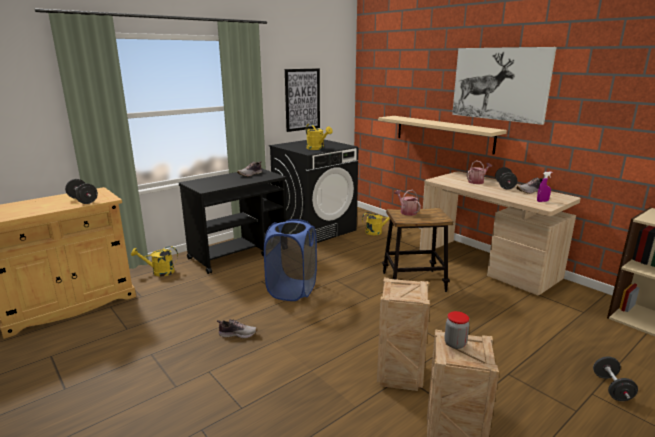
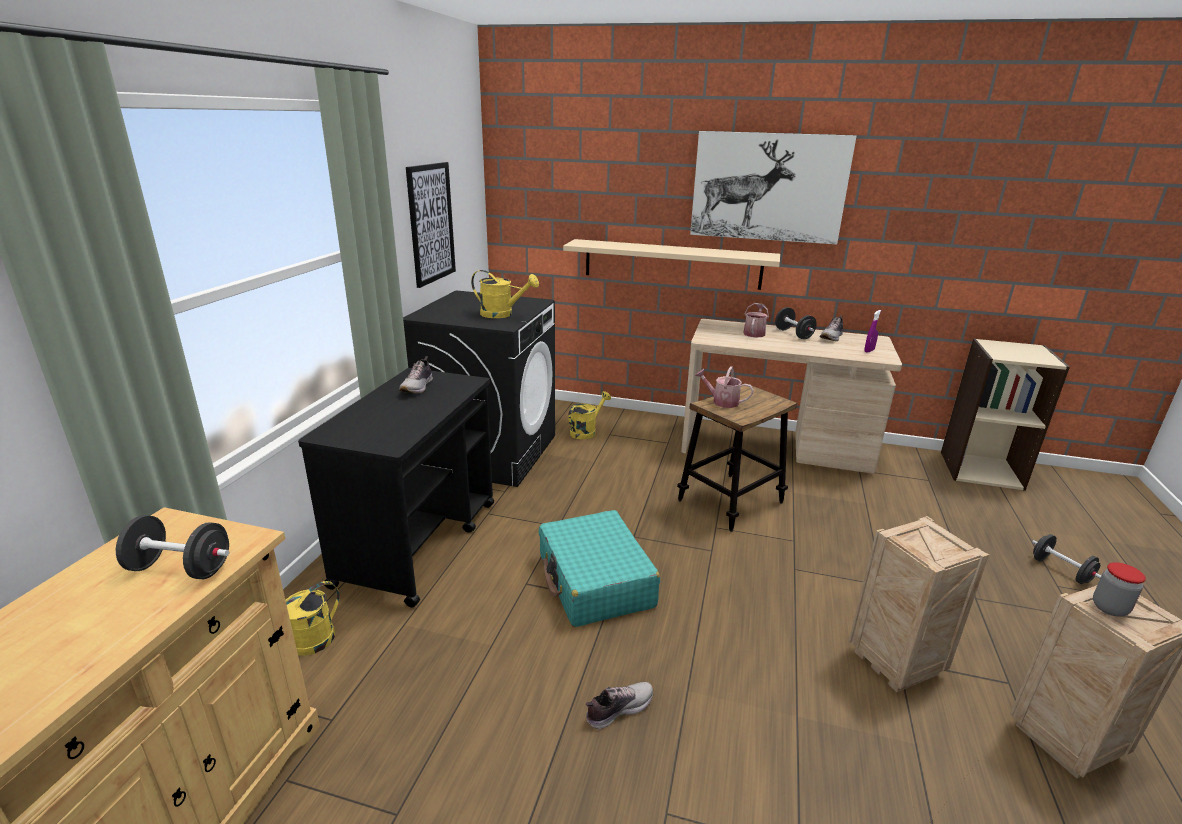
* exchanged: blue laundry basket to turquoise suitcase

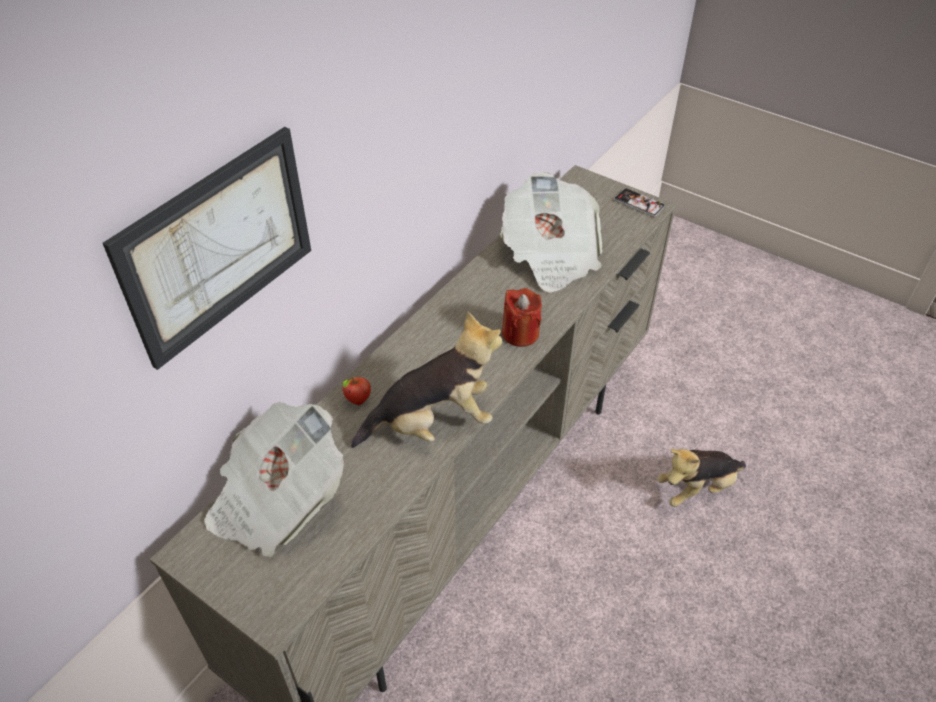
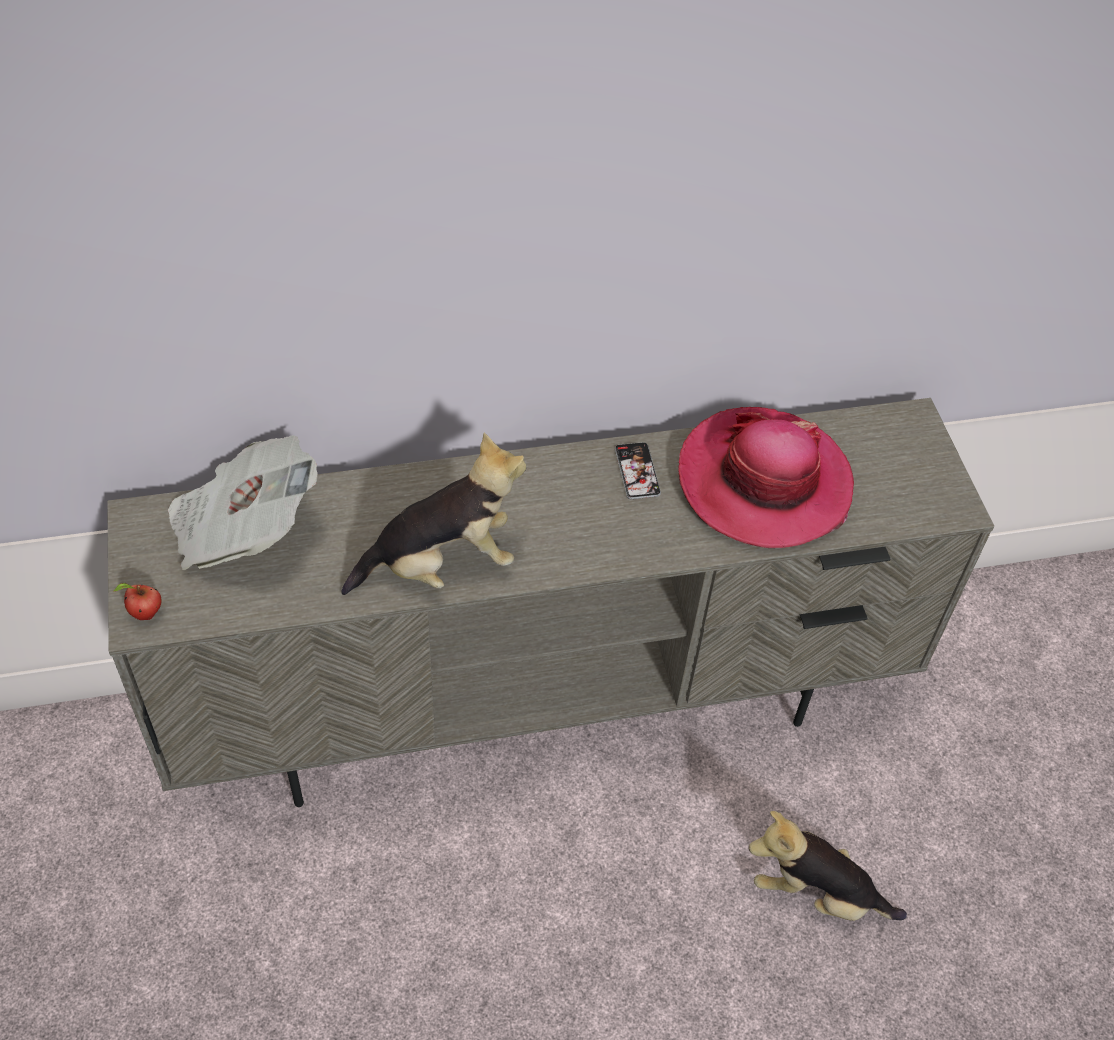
* missing: picture
* relocated: apple
* spun: plush toy (no. 1 from left) 45 degrees counterclockwise
* exchanged: newspaper (no. 2 from left) to hat
* missing: red candle
* relocated: phone

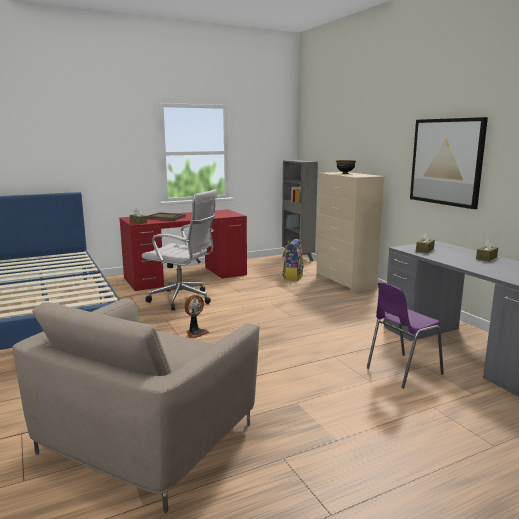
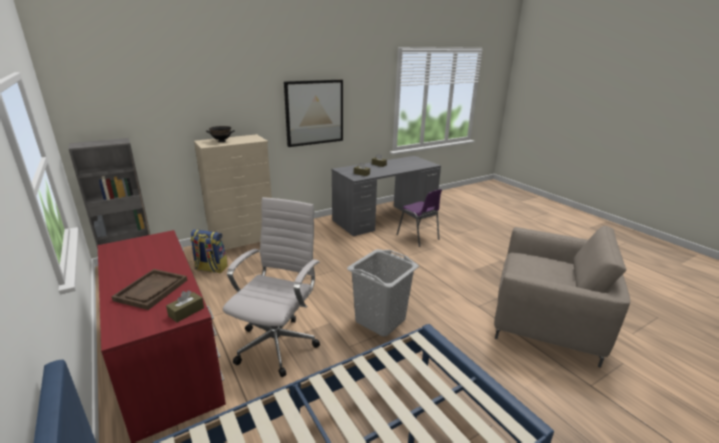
* exchanged: fan to grey laundry basket

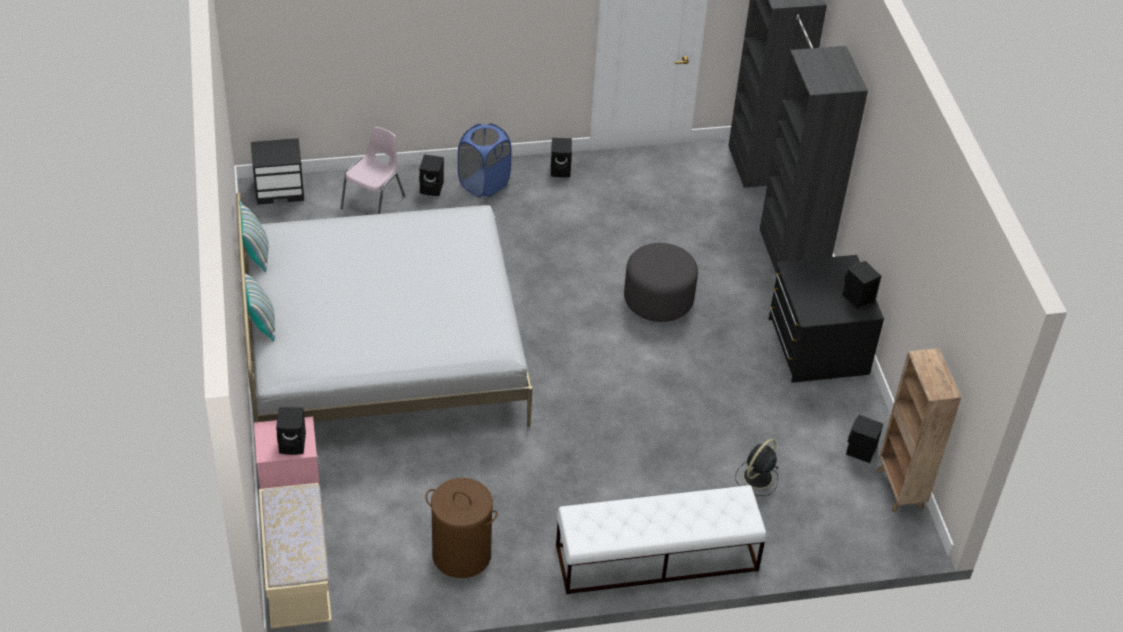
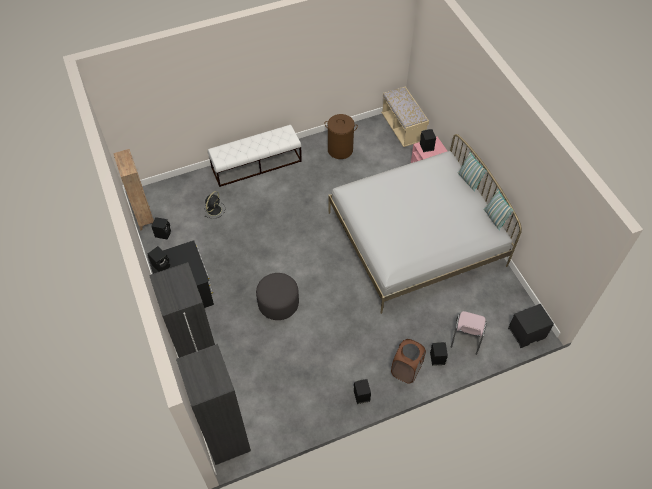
* colour: blue laundry basket to brown laundry basket (no. 2 from left)

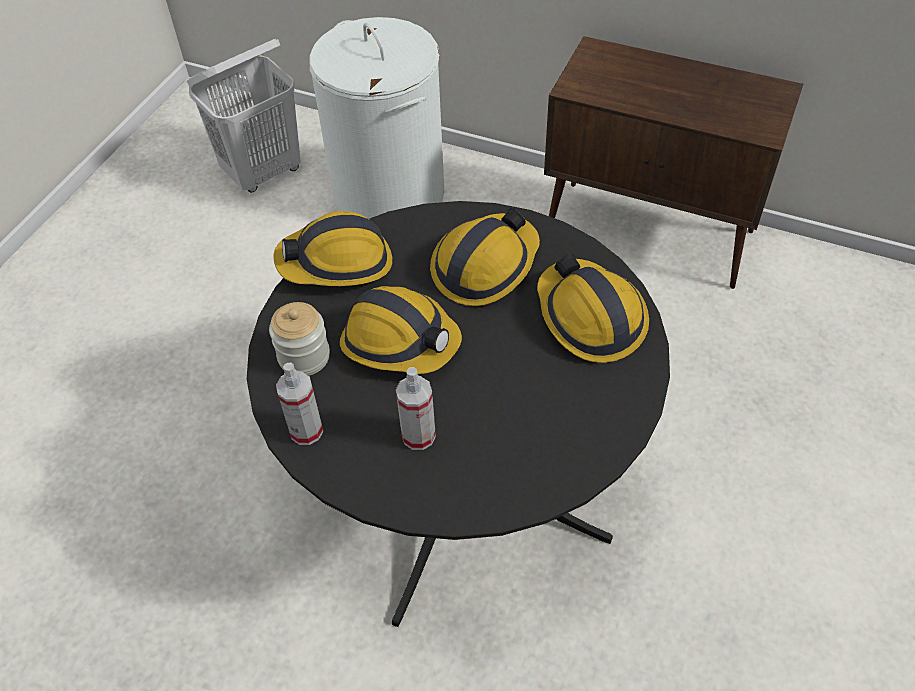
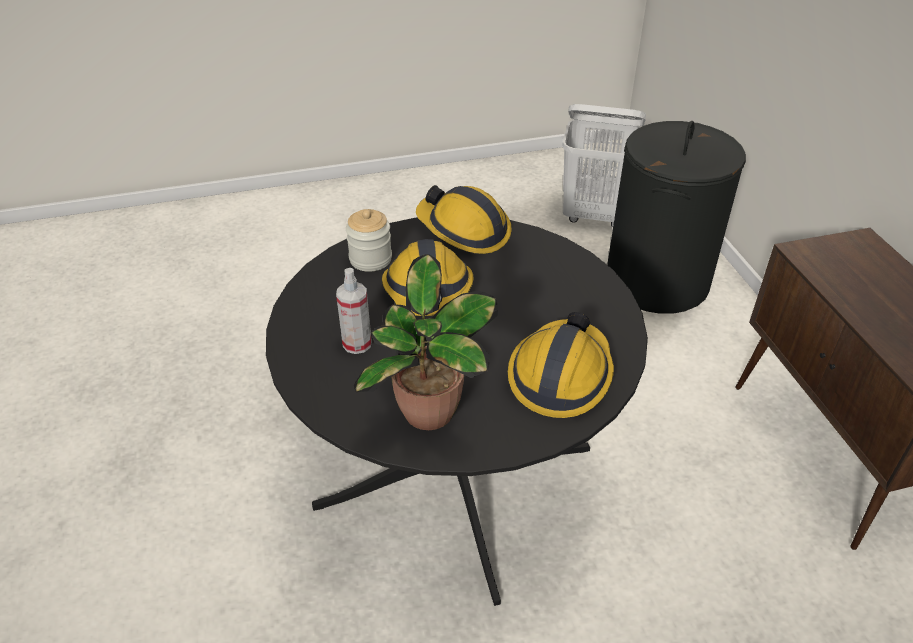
* missing: spray bottle (no. 1 from left)
* colour: white laundry basket (no. 2 from left) to black laundry basket
* missing: hard hat (no. 3 from left)
* appeared: potted plant

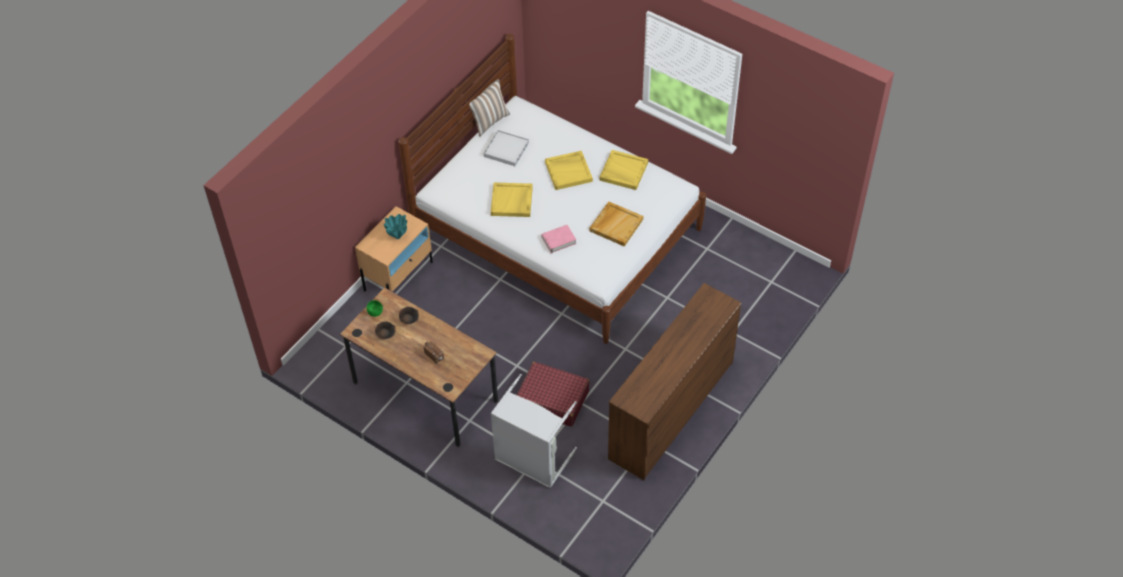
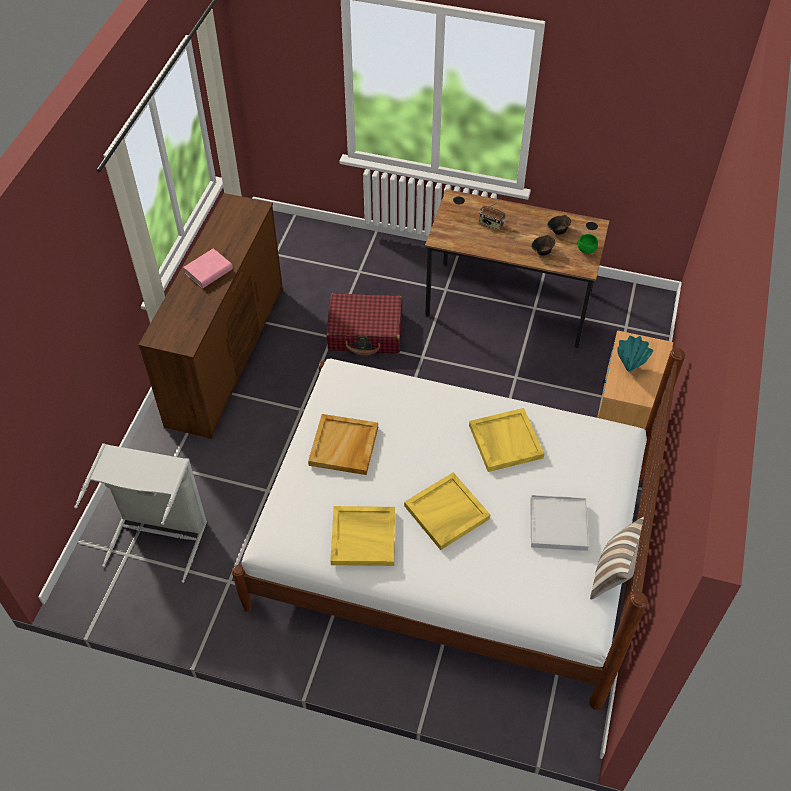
* relocated: grey laundry basket
* relocated: pink book

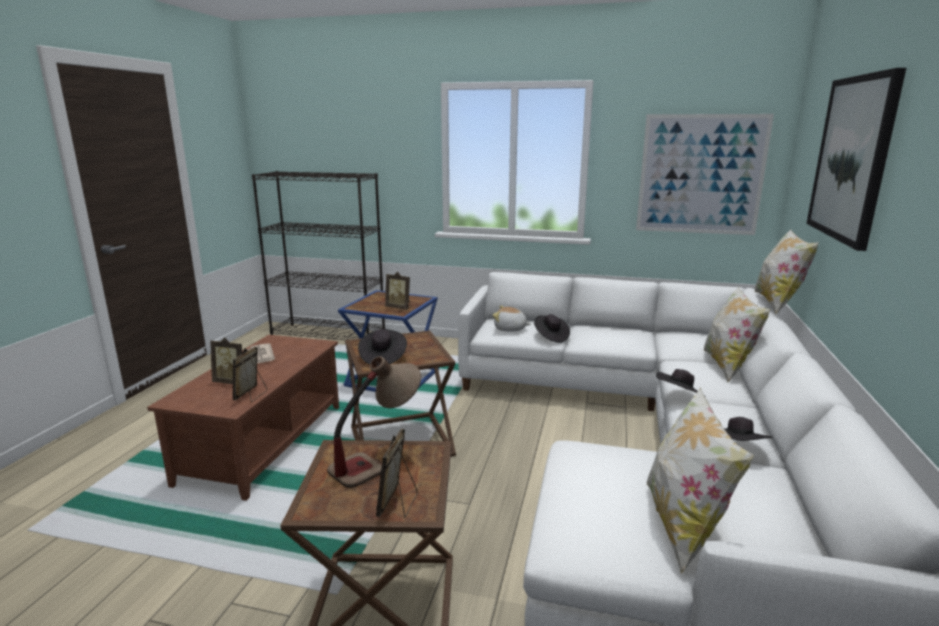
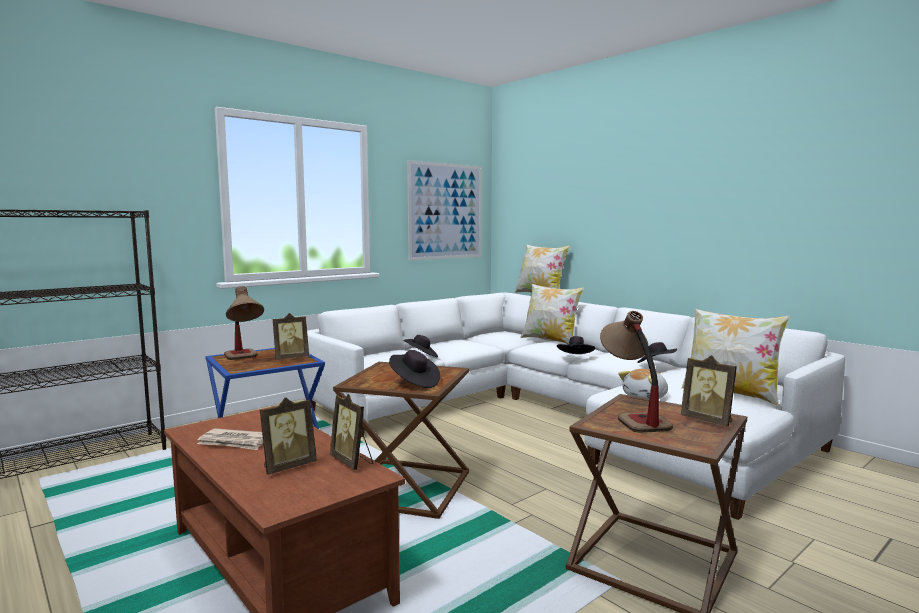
* relocated: plush toy
* missing: picture (no. 2 from left)
* appeared: table lamp (no. 1 from left)

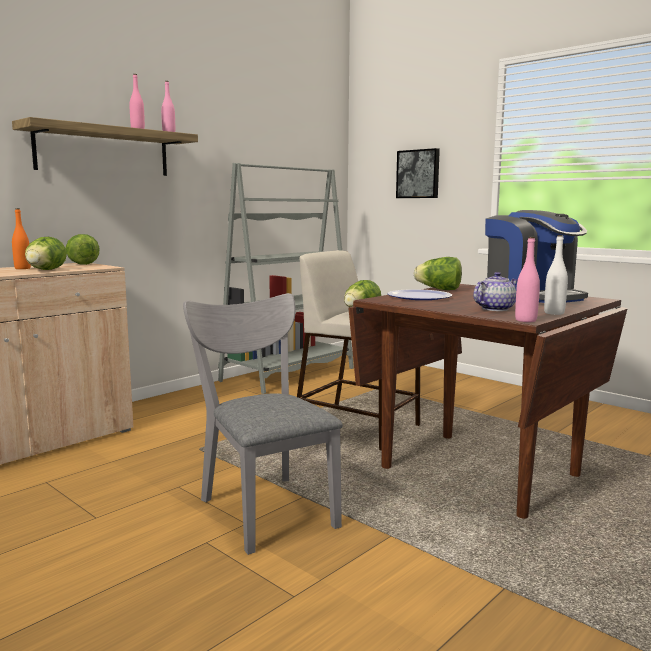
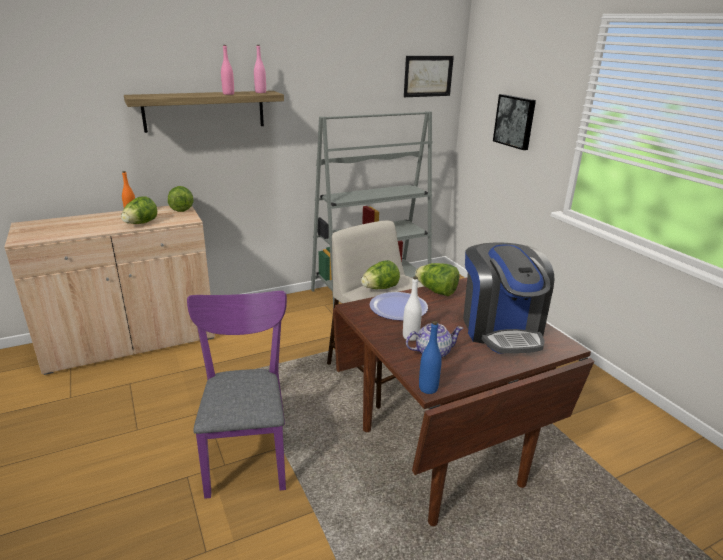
* colour: grey chair to purple chair
* colour: pink bottle (no. 3 from left) to blue bottle
* relocated: white bottle
* appeared: picture (no. 1 from left)

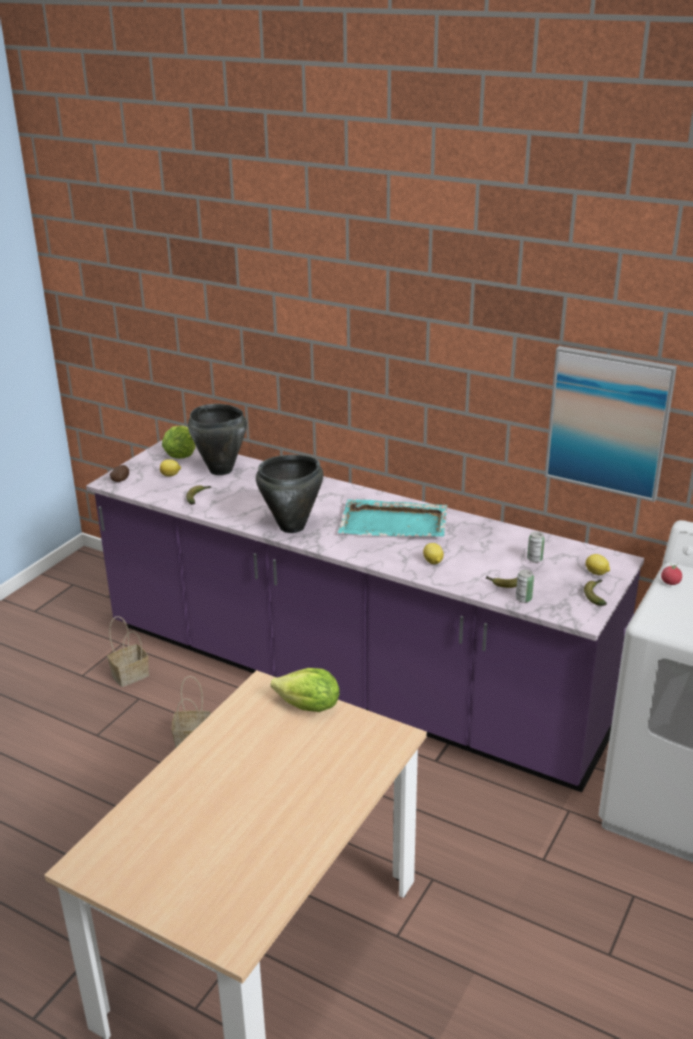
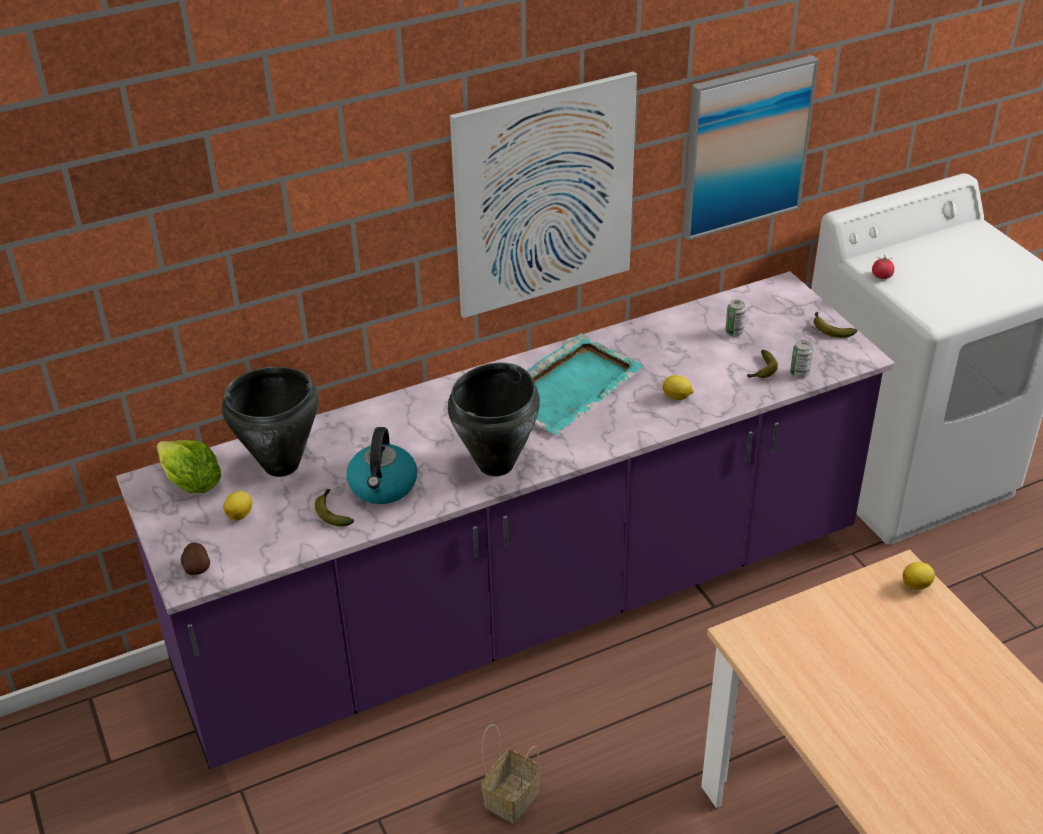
* missing: basket (no. 1 from left)
* missing: lettuce (no. 2 from left)
* relocated: lemon (no. 3 from left)
* appeared: kettle
* appeared: picture (no. 1 from left)

